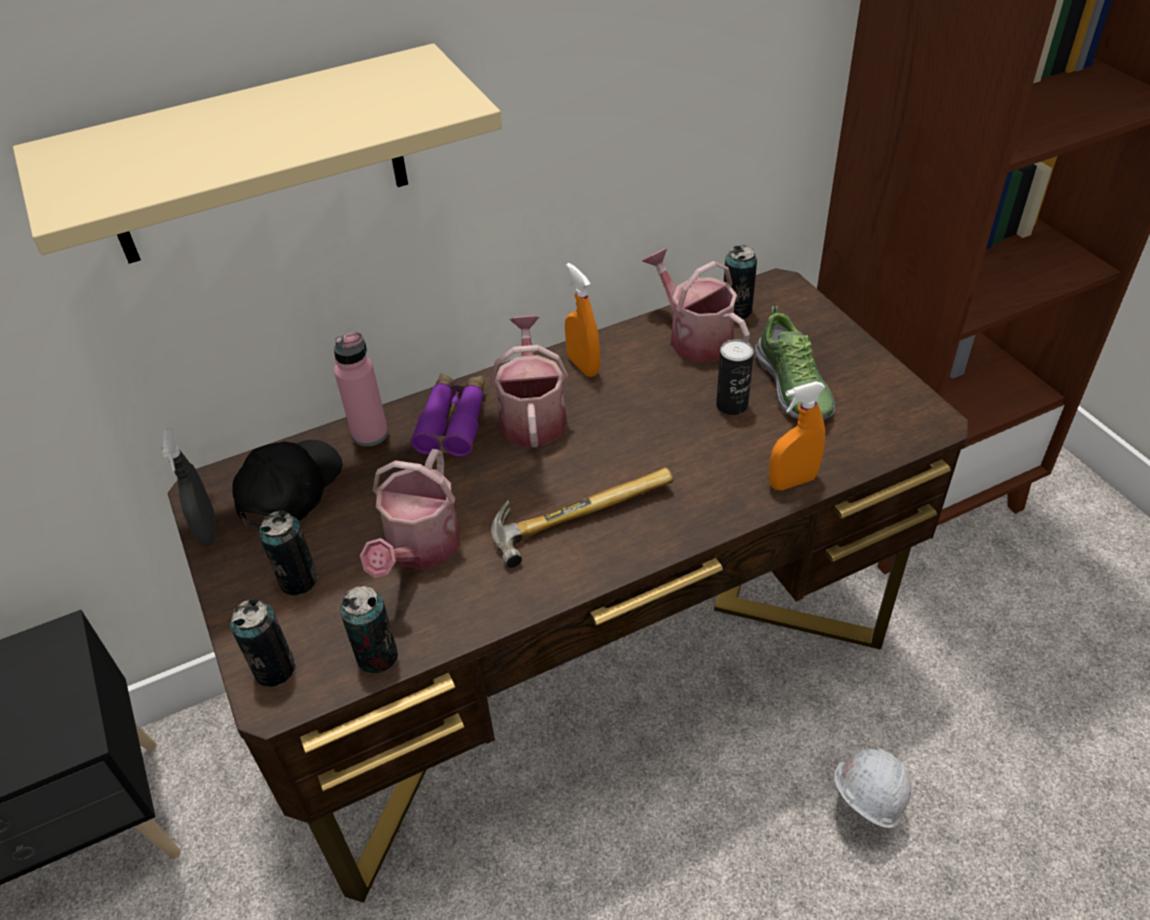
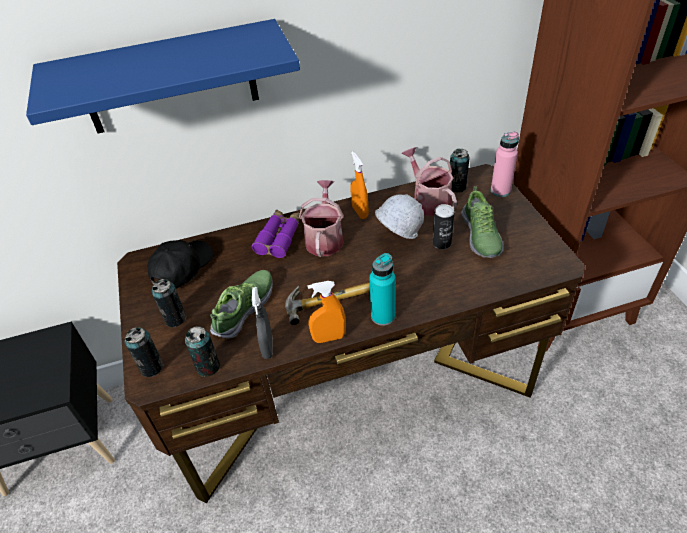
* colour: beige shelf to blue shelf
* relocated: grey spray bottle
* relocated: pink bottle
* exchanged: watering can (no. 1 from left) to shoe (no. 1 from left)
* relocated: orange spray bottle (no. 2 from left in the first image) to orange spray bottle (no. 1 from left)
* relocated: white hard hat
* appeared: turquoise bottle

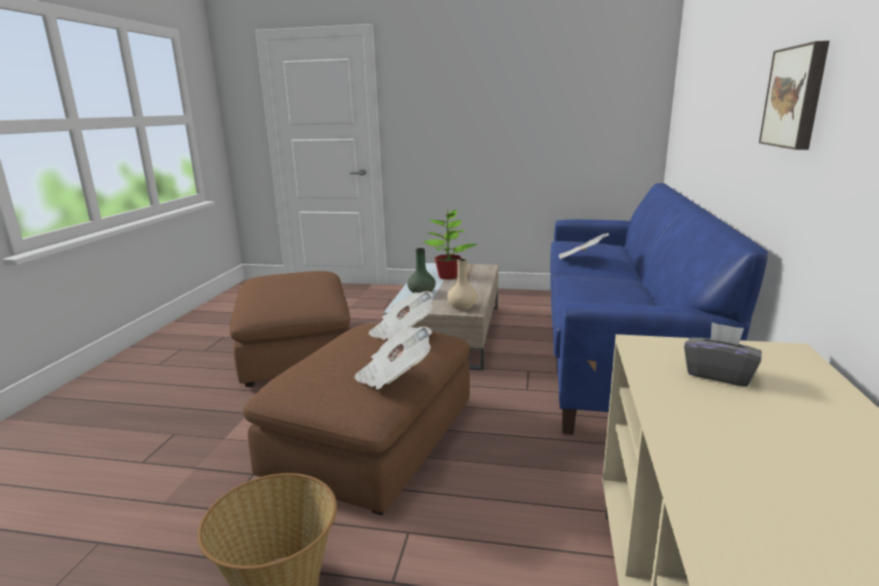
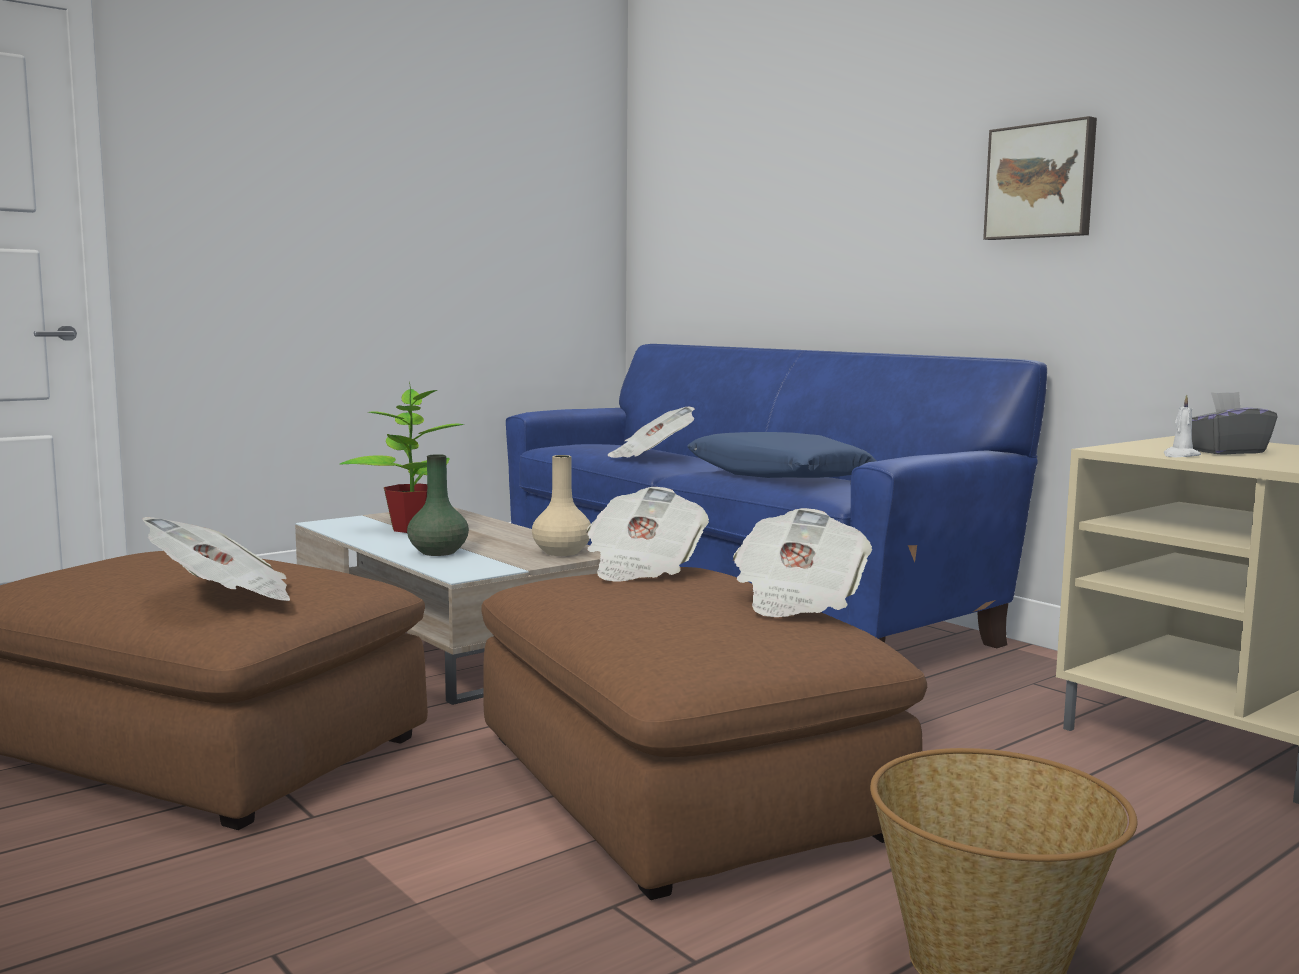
* appeared: newspaper (no. 1 from left)
* appeared: blue pillow
* appeared: white candle

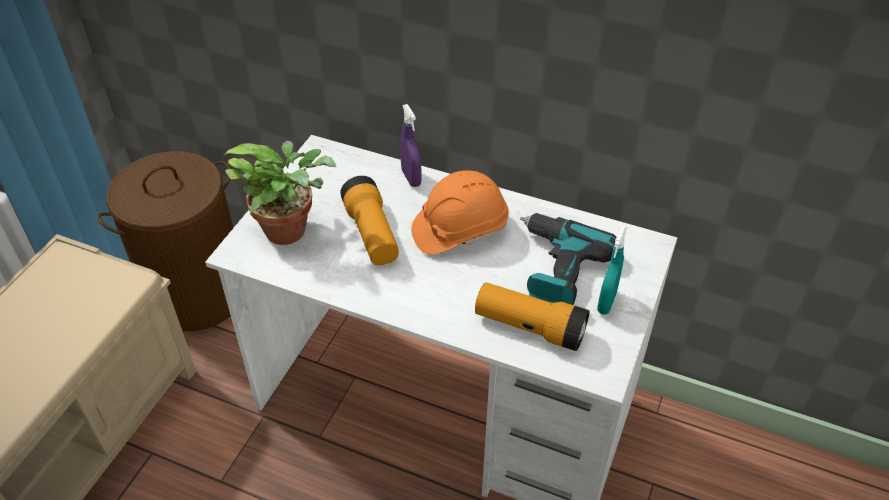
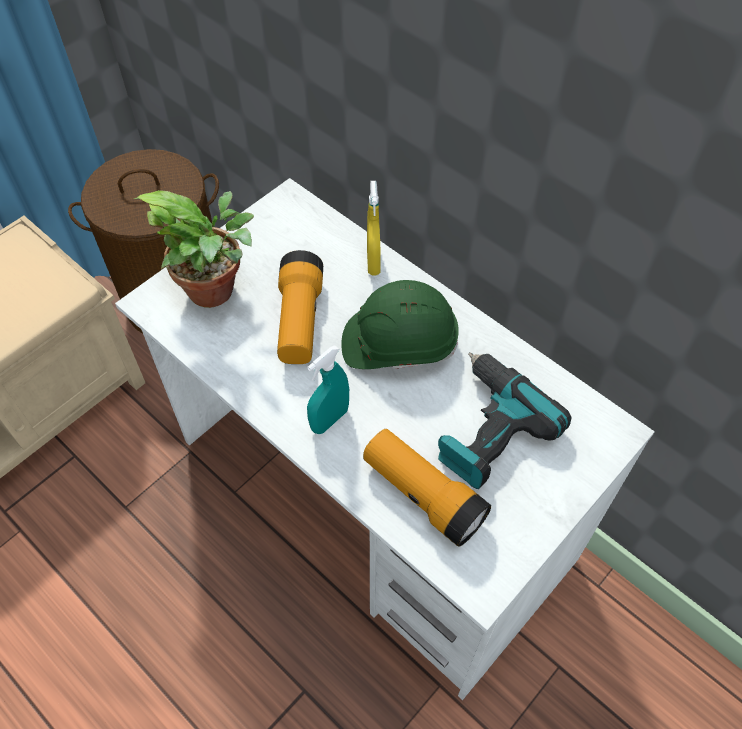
* colour: purple spray bottle to yellow spray bottle
* colour: orange hard hat to green hard hat
* relocated: turquoise spray bottle

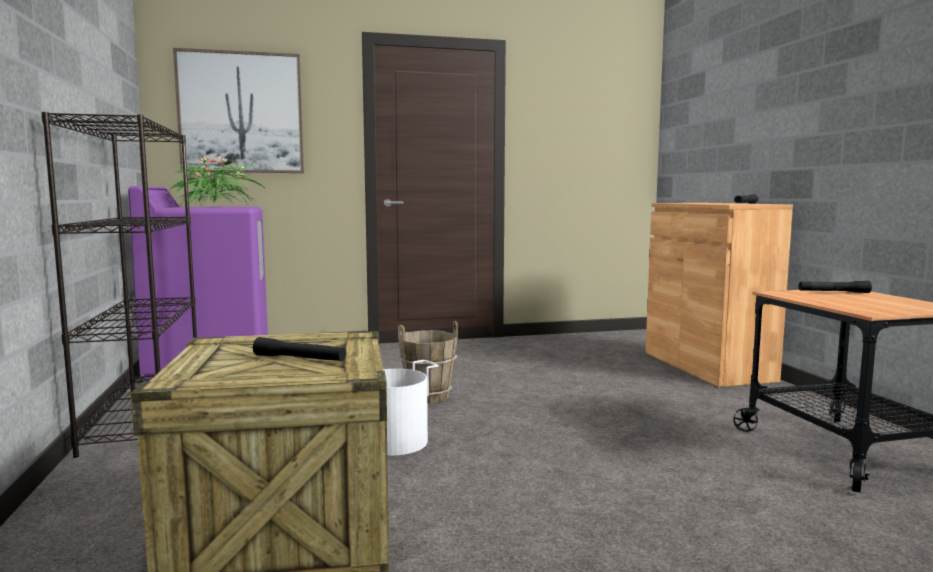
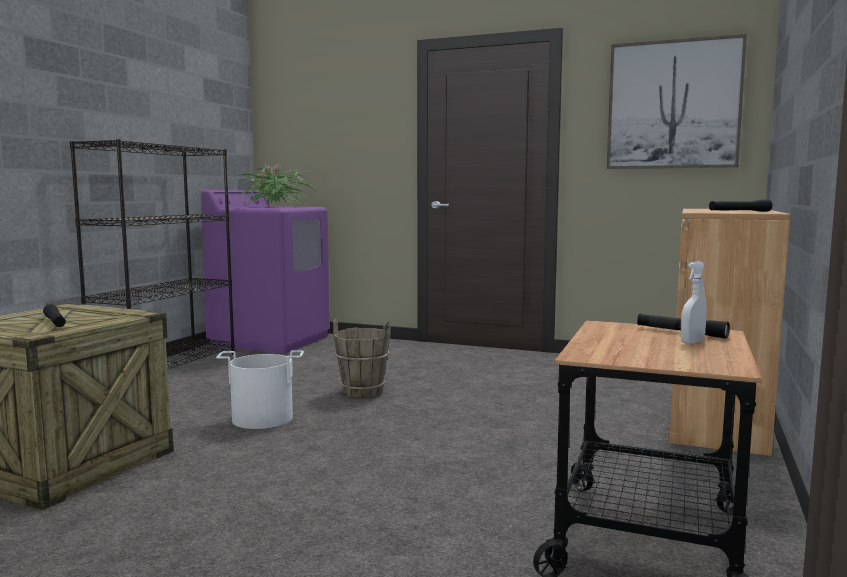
* relocated: picture
* appeared: white spray bottle

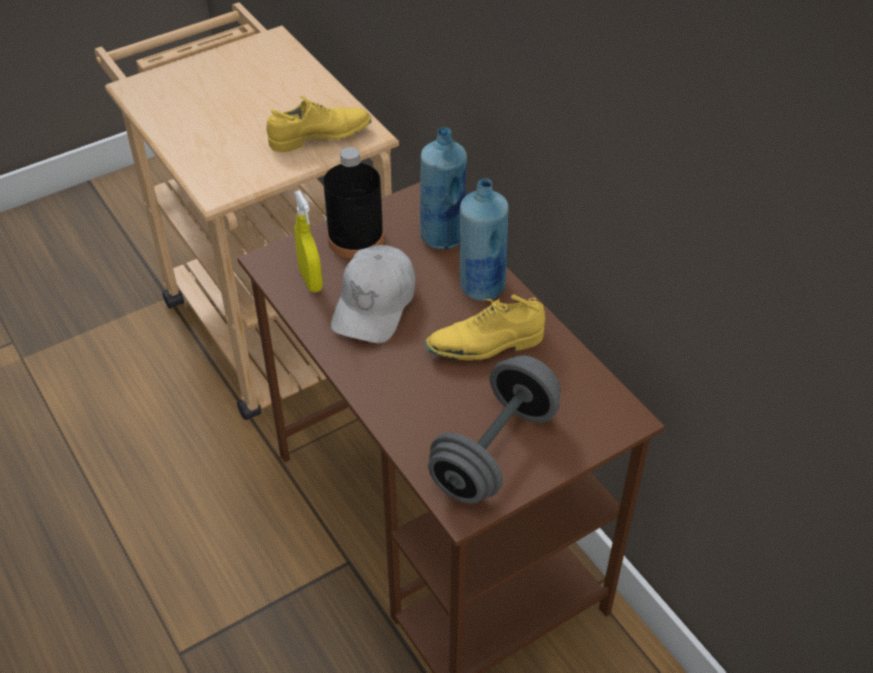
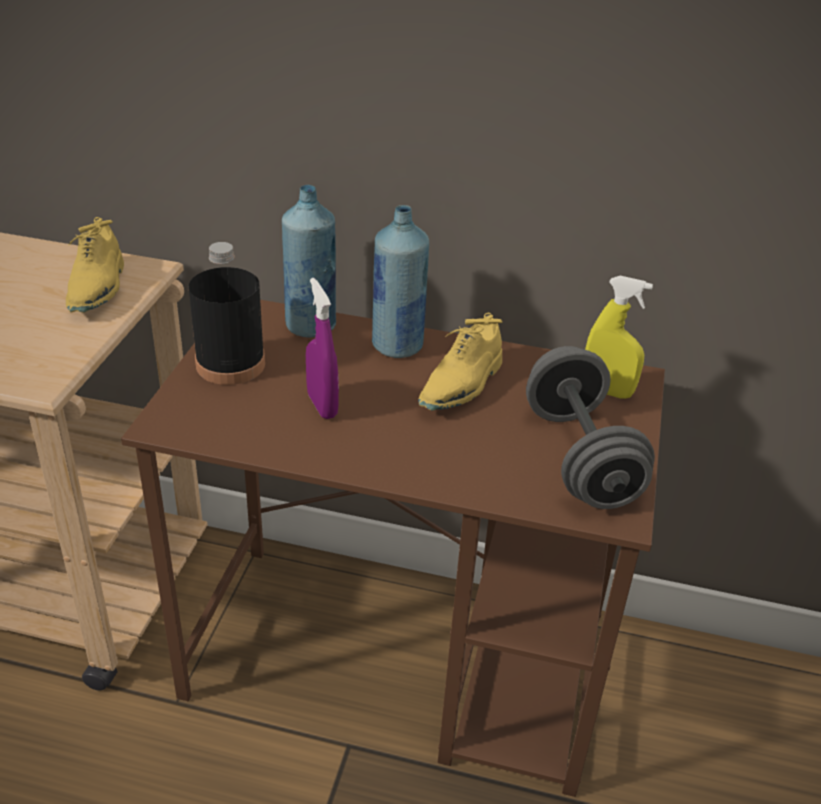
* spun: yellow shoe (no. 1 from left) 150 degrees clockwise
* relocated: yellow spray bottle
* exchanged: white cap to purple spray bottle

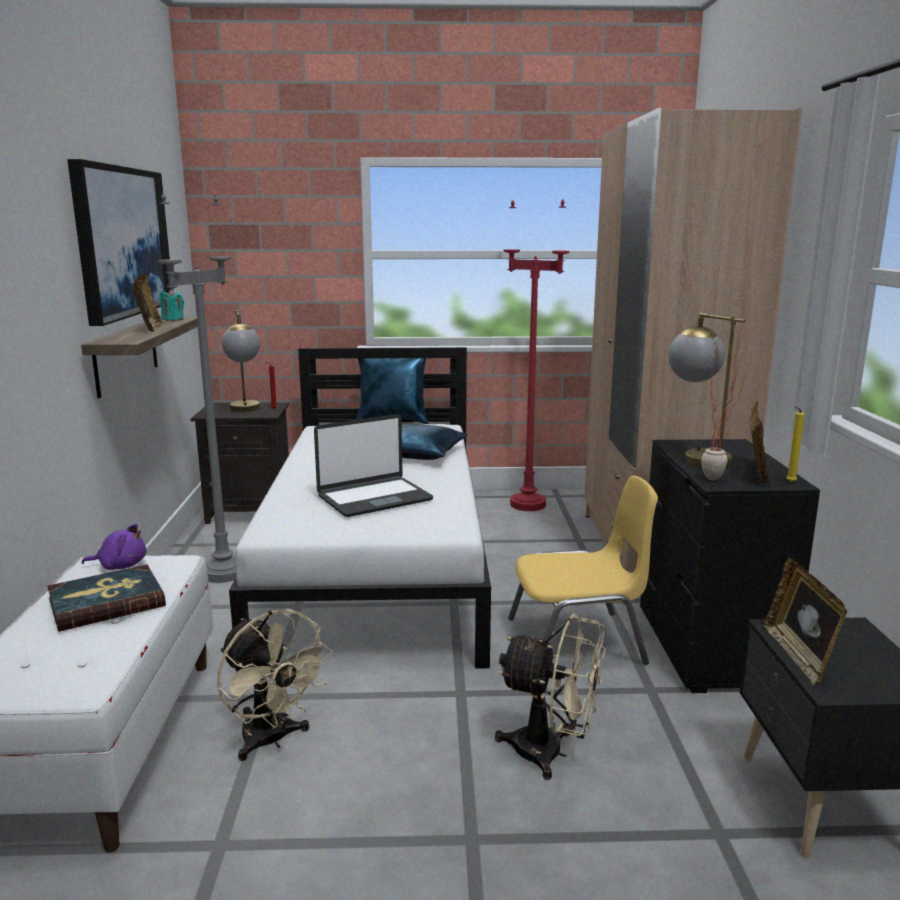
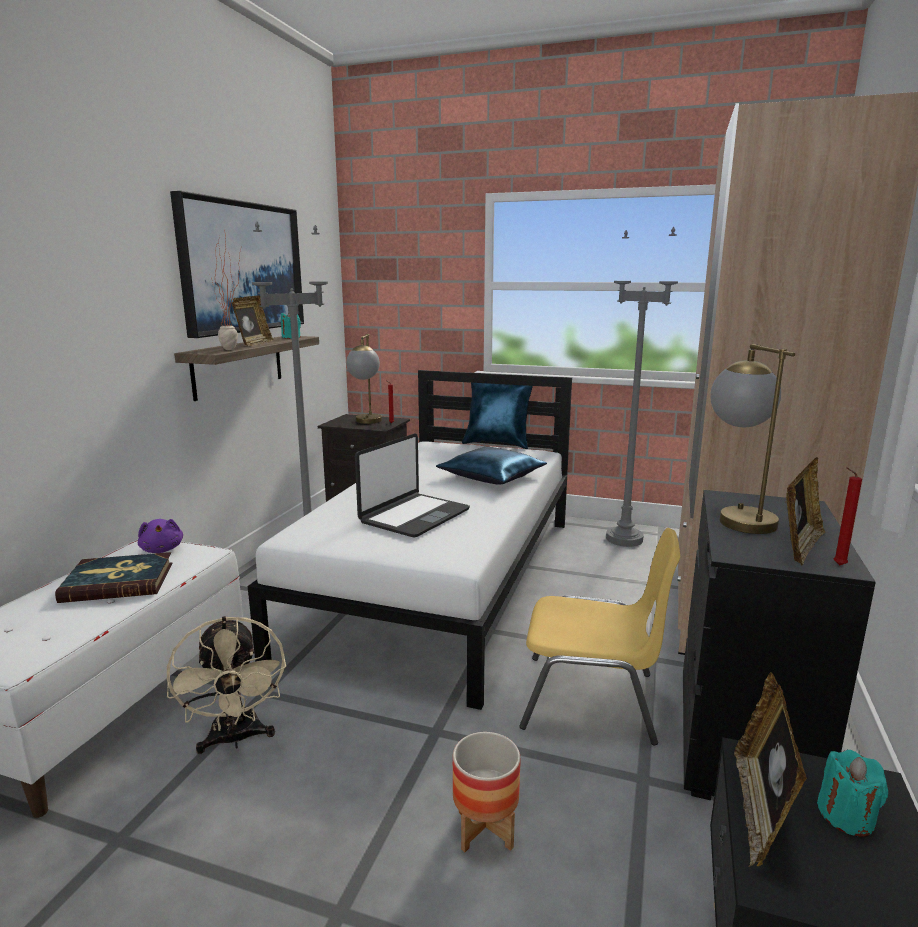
* spun: purple plush toy 45 degrees clockwise
* spun: laptop 45 degrees counterclockwise
* exchanged: beige fan (no. 2 from left) to planter
* colour: red floor lamp to grey floor lamp (no. 2 from left)
* relocated: potted plant
* colour: yellow candle to red candle (no. 2 from left)
* appeared: turquoise candle (no. 2 from left)

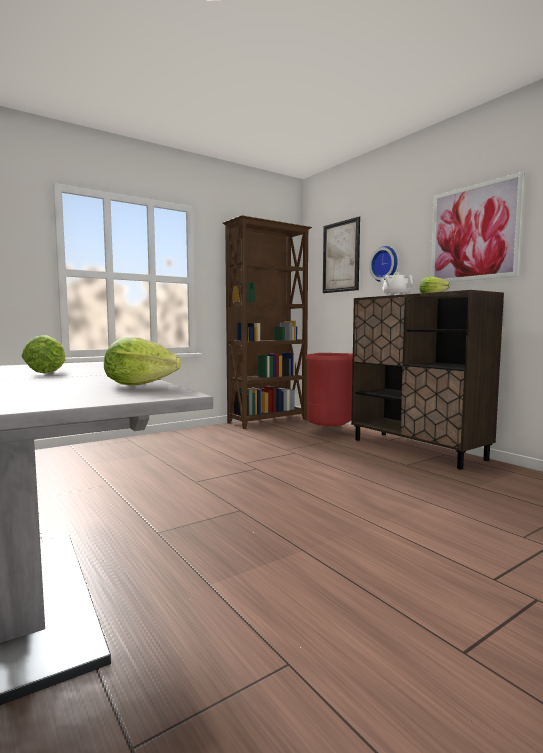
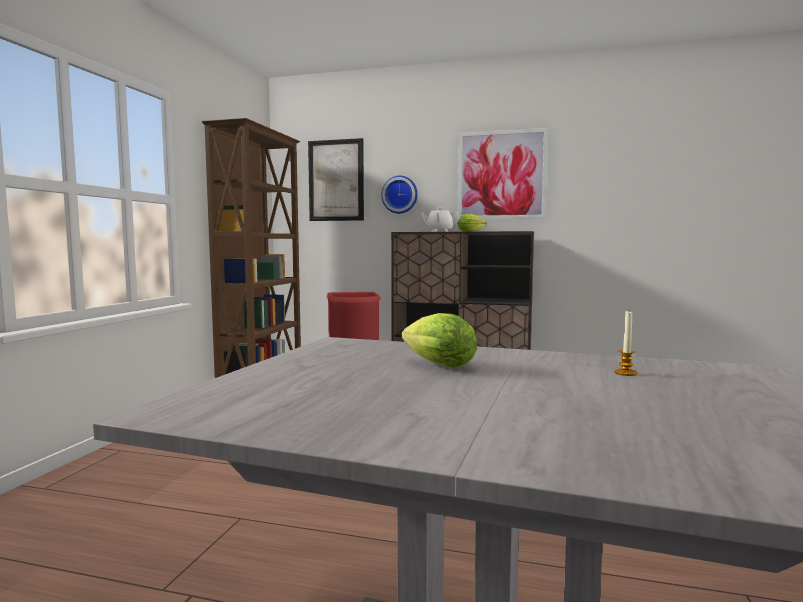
* missing: lettuce (no. 2 from left)
* appeared: candle

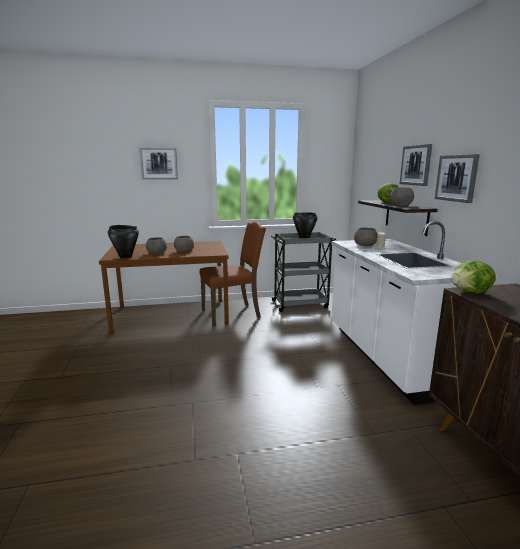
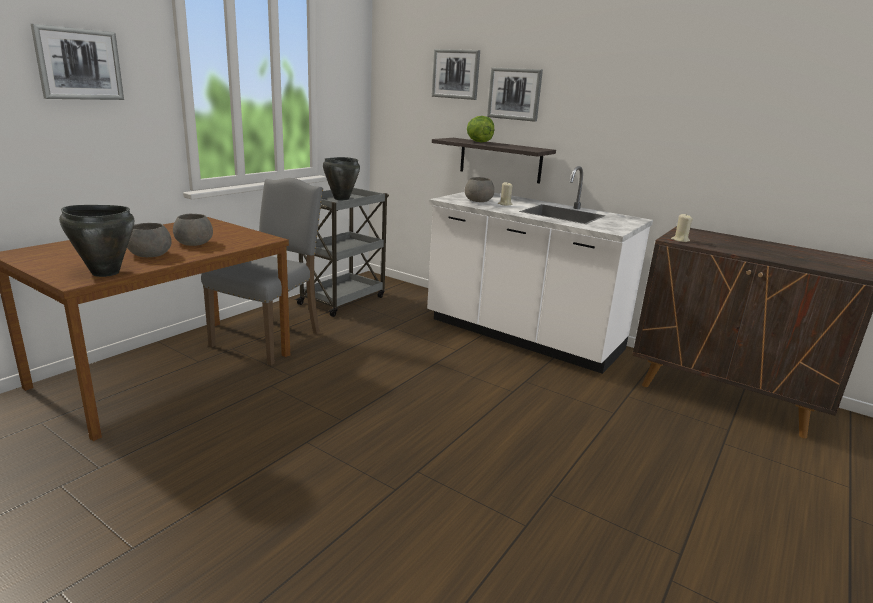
* colour: brown chair to grey chair
* missing: grey bowl (no. 4 from left)
* relocated: picture (no. 3 from left in the first image) to picture (no. 2 from left)
* exchanged: lettuce (no. 2 from left) to beige candle (no. 2 from left)

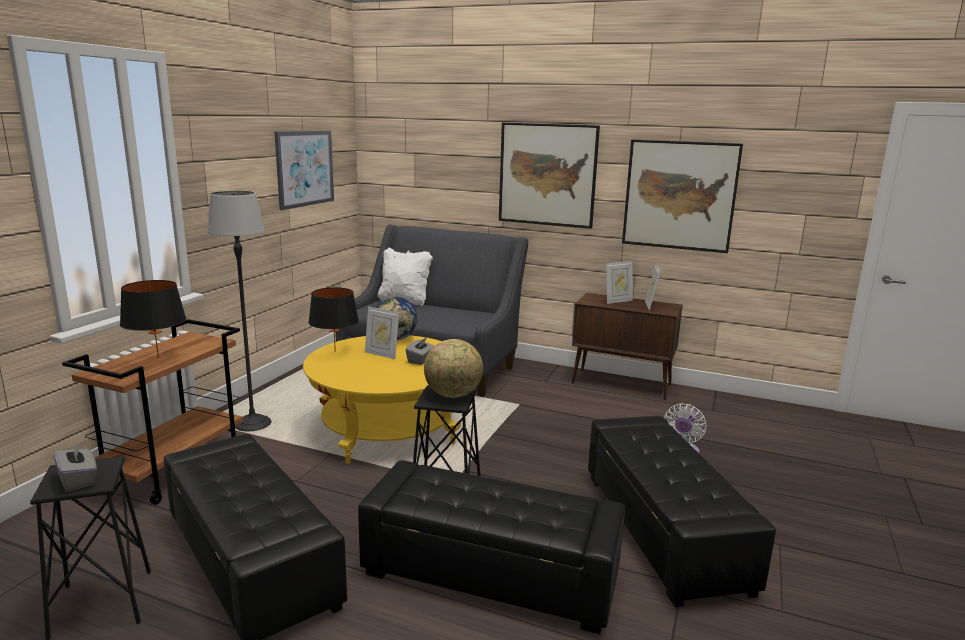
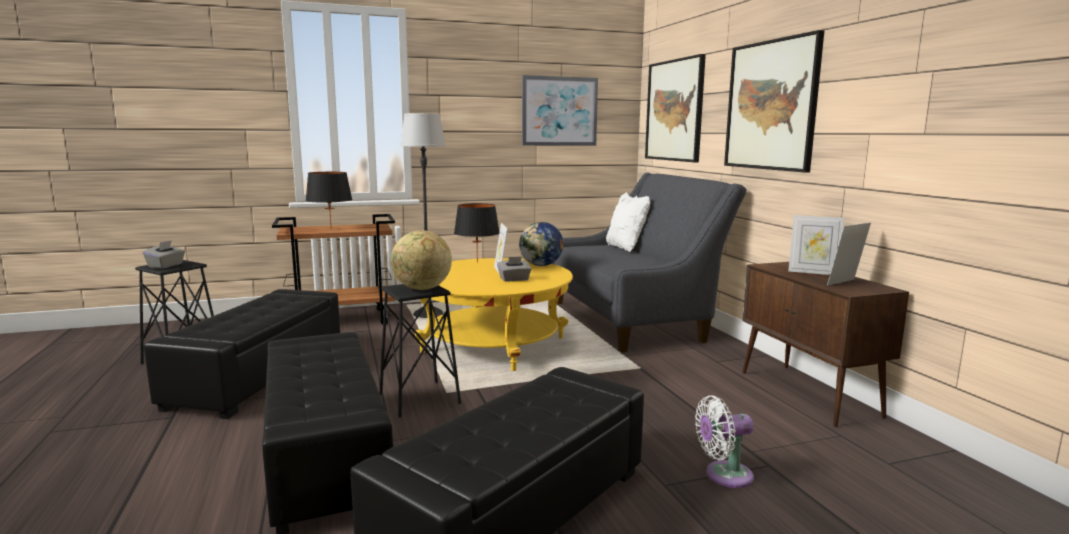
* relocated: picture (no. 3 from left in the first image) to picture (no. 2 from left)

